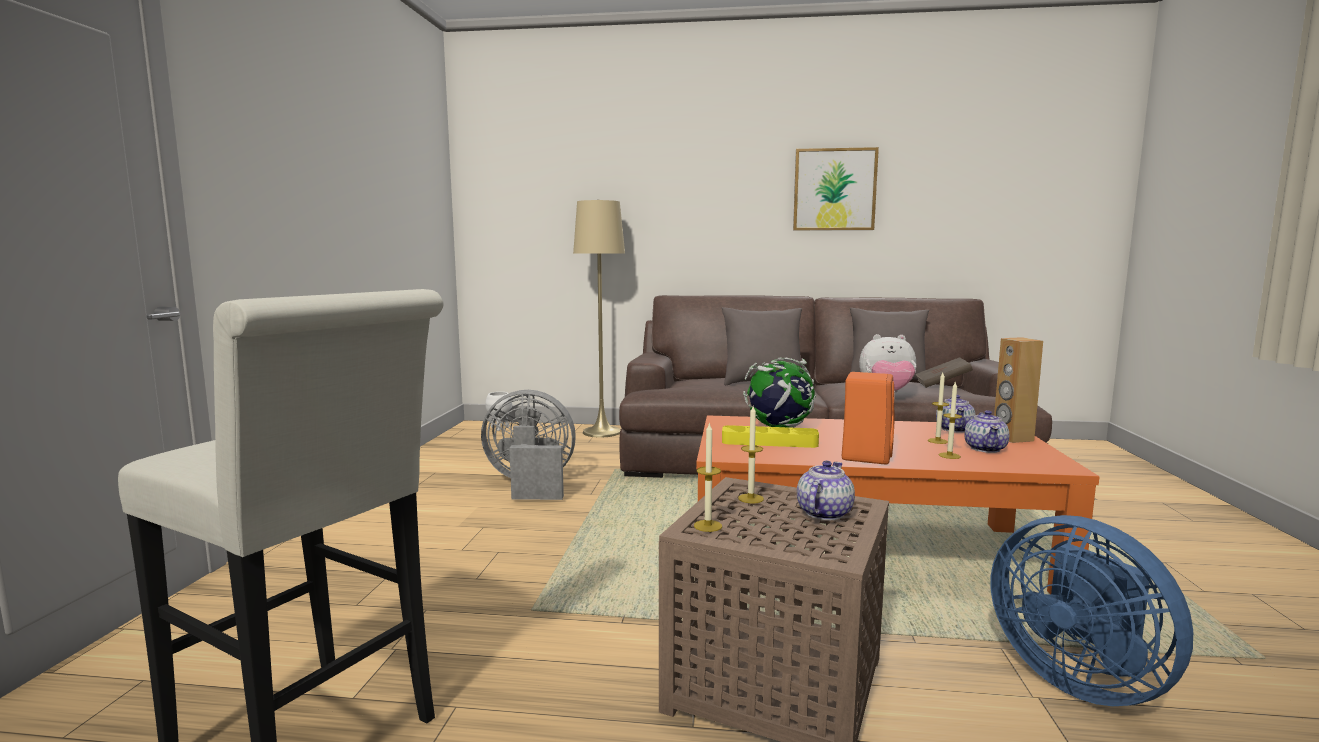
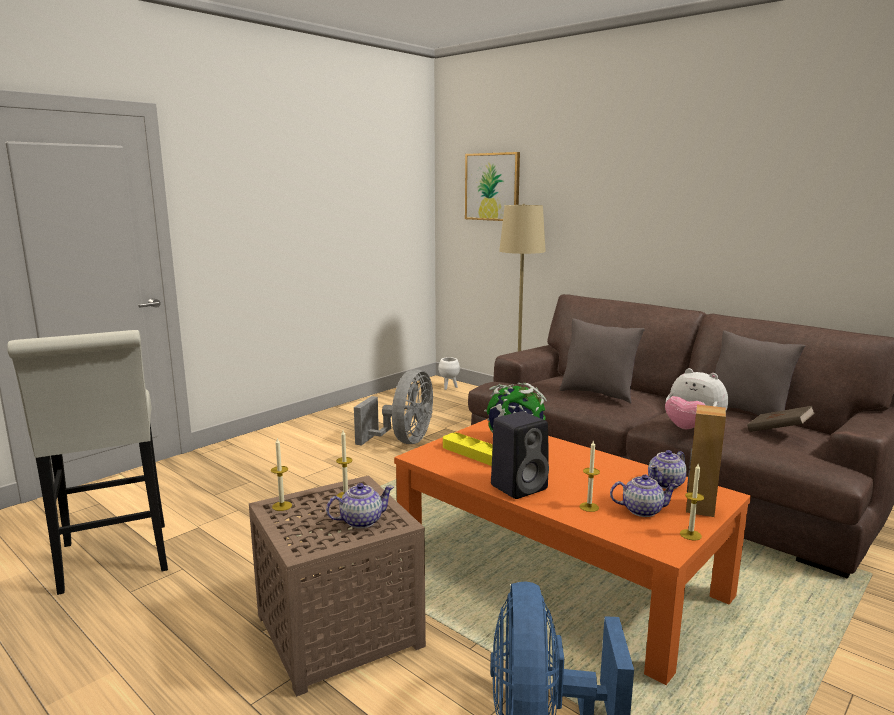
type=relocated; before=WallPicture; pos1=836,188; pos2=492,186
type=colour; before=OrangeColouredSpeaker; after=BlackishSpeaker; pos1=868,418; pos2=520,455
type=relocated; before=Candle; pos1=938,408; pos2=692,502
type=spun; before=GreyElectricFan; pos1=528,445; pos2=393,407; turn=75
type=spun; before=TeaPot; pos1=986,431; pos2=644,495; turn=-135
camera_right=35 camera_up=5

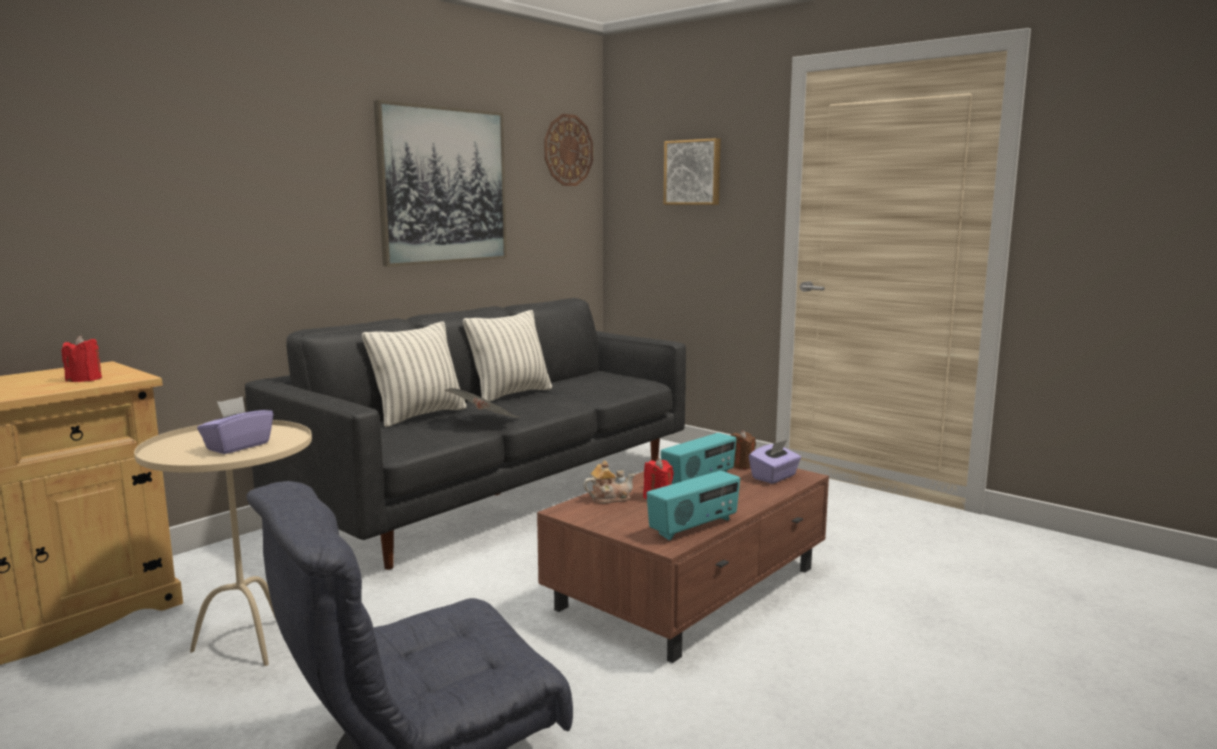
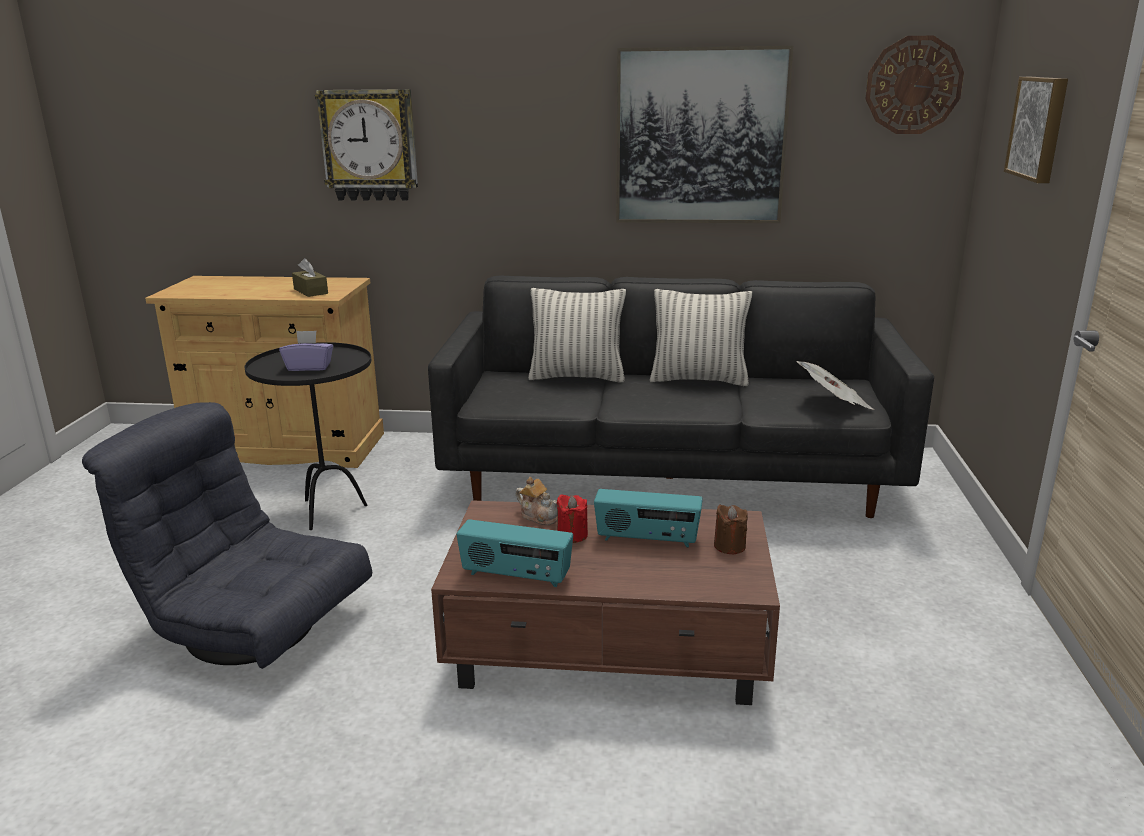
type=exchanged; before=RedCandle; after=BrownishBoxOfTissues; pos1=82,359; pos2=310,277
type=relocated; before=Newspaper; pos1=481,402; pos2=835,385
type=colour; before=BeigeColouredEndTable; after=BlackishEndTable; pos1=223,543; pos2=307,436
type=missing; before=PurpleBoxOfTissues; pos1=775,462
type=appeared; after=HangingClock; pos2=366,145
camera_right=55 camera_up=10

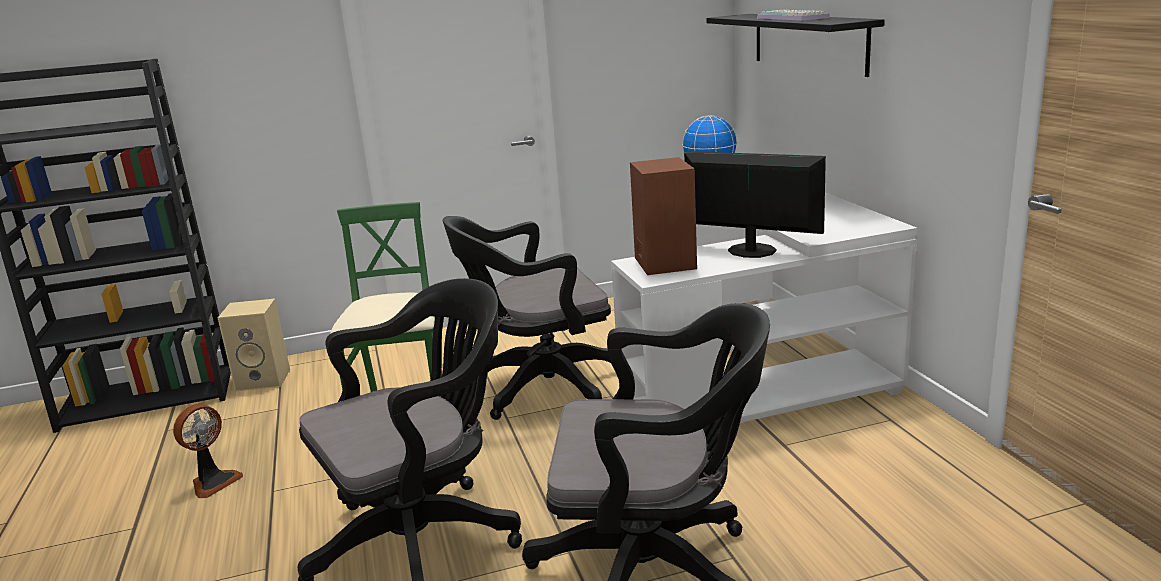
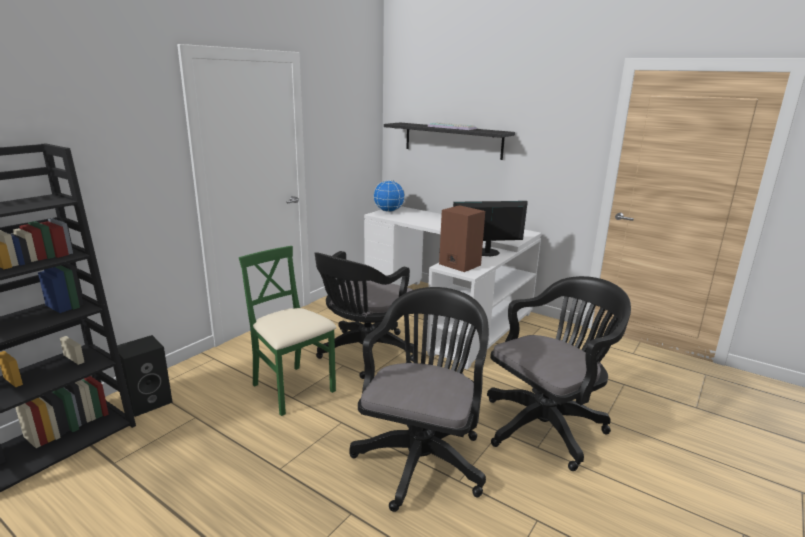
type=colour; before=BeigeColouredSpeaker; after=BlackishSpeaker; pos1=254,345; pos2=145,376
type=missing; before=ElectricFan; pos1=208,451
camera_right=-40 camera_up=0

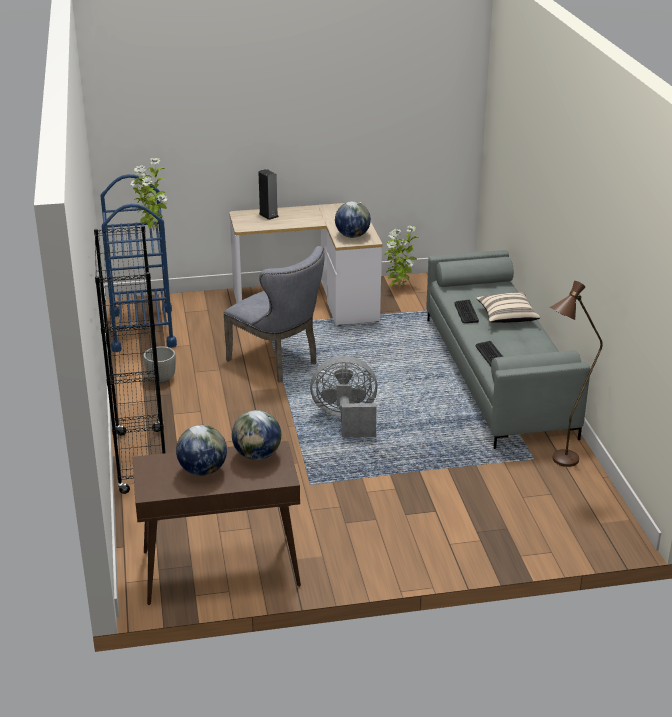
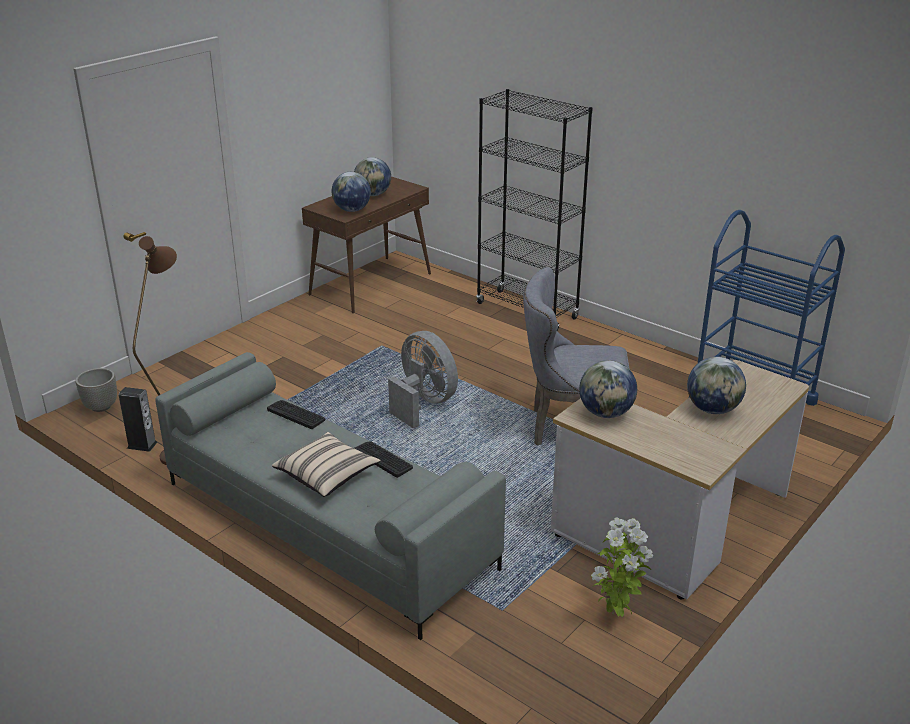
type=missing; before=PottedPlant; pos1=148,194
type=relocated; before=Speaker; pos1=268,194; pos2=138,419
type=relocated; before=GreyFlowerPot; pos1=159,364; pos2=96,390
type=spun; before=GreyElectricFan; pos1=344,396; pos2=423,380; turn=-90
type=appeared; after=DeskGlobe; pos2=716,385
camera_right=140 camera_up=0

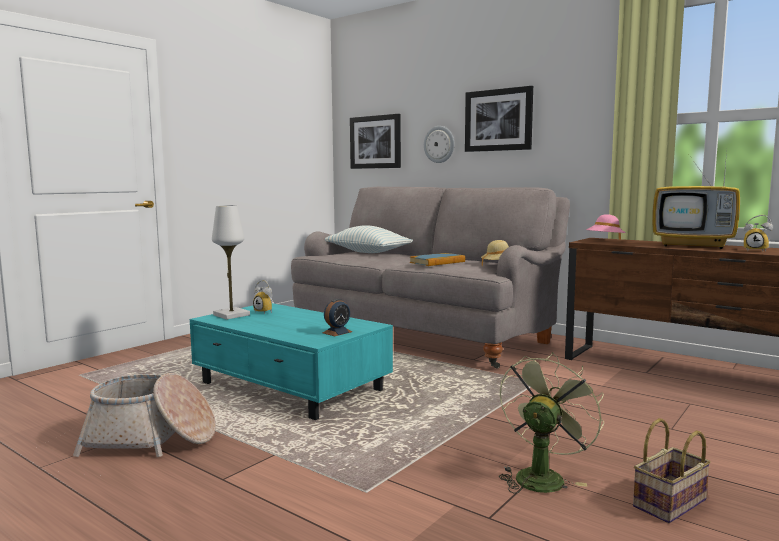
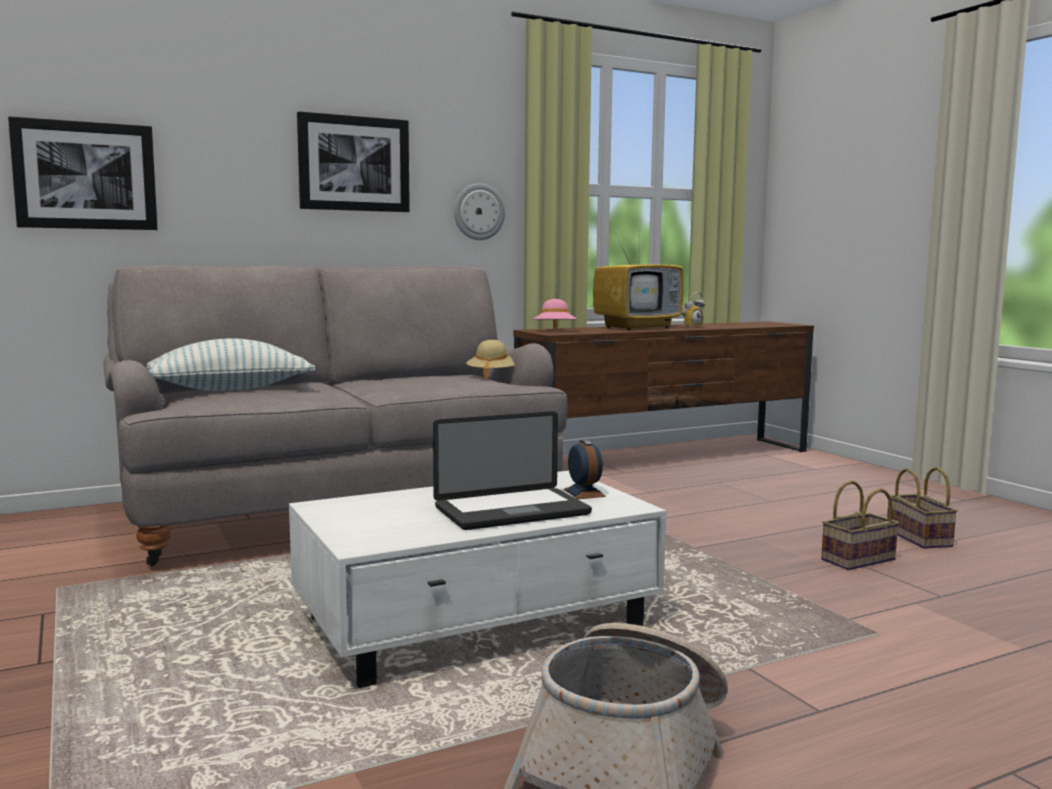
type=relocated; before=HangingClock; pos1=439,144; pos2=479,211
type=missing; before=WhiteColouredLampForATable; pos1=231,262
type=missing; before=Volume; pos1=437,259
type=missing; before=AlarmClock; pos1=263,297
type=colour; before=TurquoiseLoungeTable; after=WhiteColouredLoungeTable; pos1=291,361; pos2=477,579
type=exchanged; before=GreenElectricFan; after=StorageBasket; pos1=551,423; pos2=860,525
type=appeared; after=NotebookComputer; pos2=512,470
camera_right=-65 camera_up=0

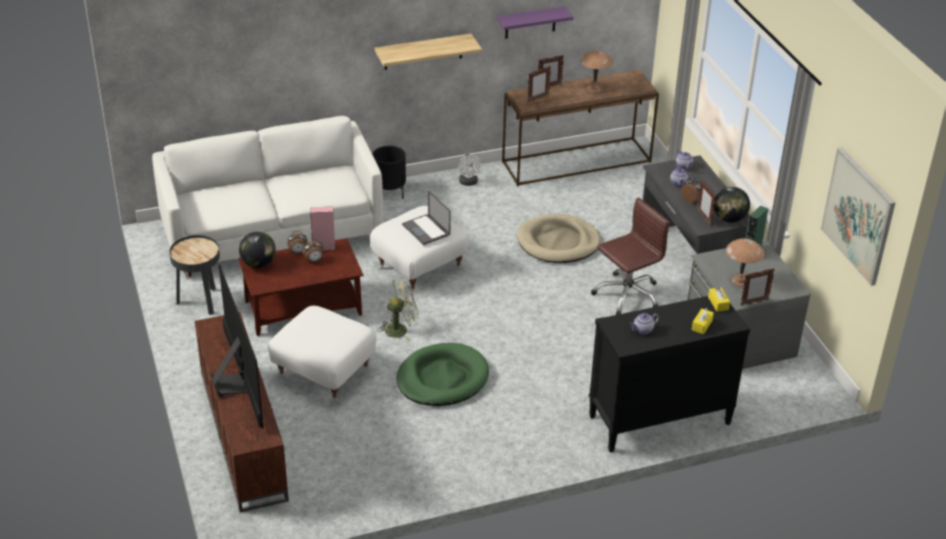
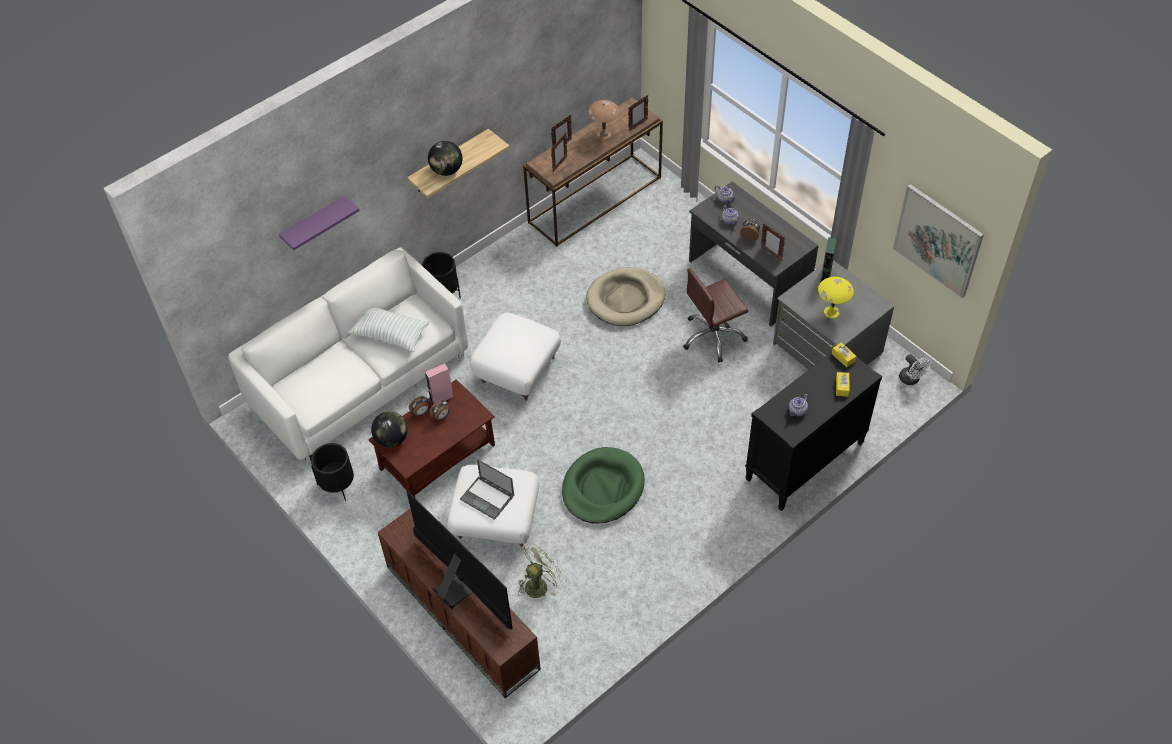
type=relocated; before=PurpleBracketShelf; pos1=535,23; pos2=319,223
type=relocated; before=WhiteColouredElectricFan; pos1=470,170; pos2=915,369
type=relocated; before=DeskGlobe; pos1=732,205; pos2=445,158
type=relocated; before=NotebookComputer; pos1=426,218; pos2=487,489
type=spun; before=BrownishComputerChair; pos1=630,256; pos2=715,315; turn=-150
type=exchanged; before=BlackishEndTable; after=BlackishFlowerPot; pos1=194,275; pos2=332,472
type=colour; before=BrownishLampForATable; after=YellowishLampForATable; pos1=745,262; pos2=836,298
type=relocated; before=PictureFrame; pos1=758,286; pos2=638,113
type=relocated; before=GreenElectricFan; pos1=398,309; pos2=541,570
type=appeared; after=ThrowPillow; pos2=389,330
camera_right=-20 camera_up=15

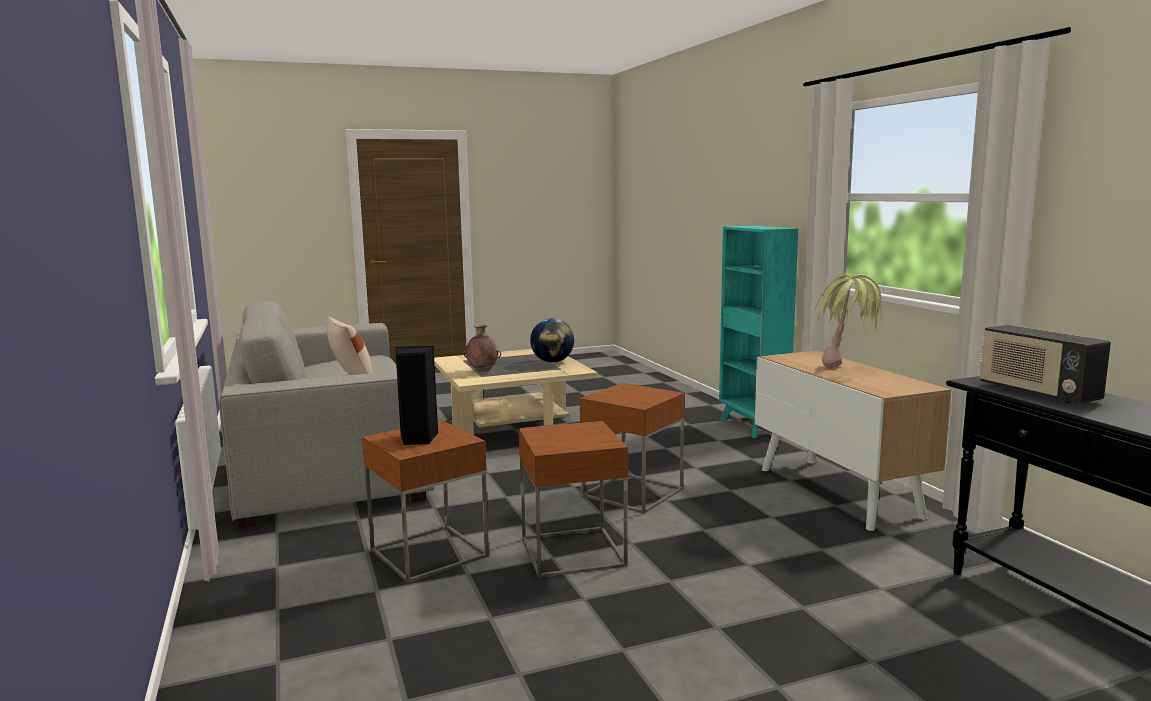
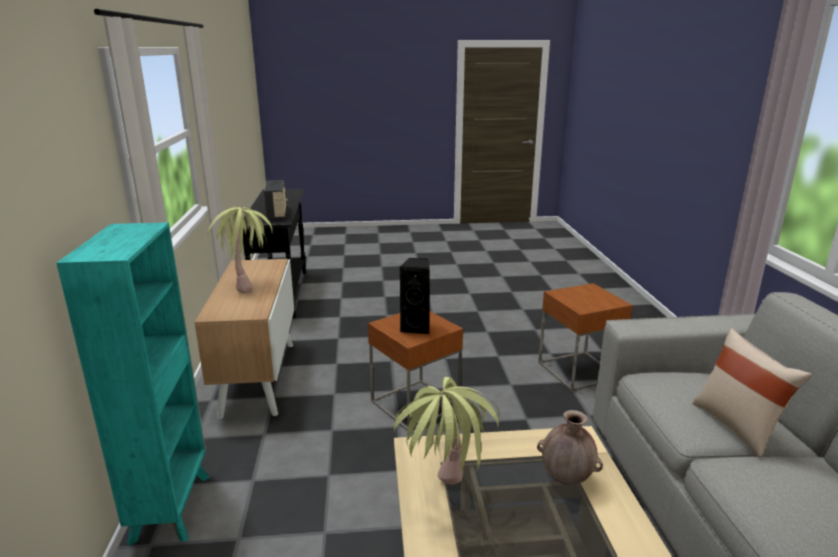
type=exchanged; before=DeskGlobe; after=PottedPlant; pos1=552,340; pos2=447,430
type=relocated; before=BlackishSpeaker; pos1=417,395; pos2=414,296
type=missing; before=BrownishEndTable; pos1=573,499
camera_right=-165 camera_up=10

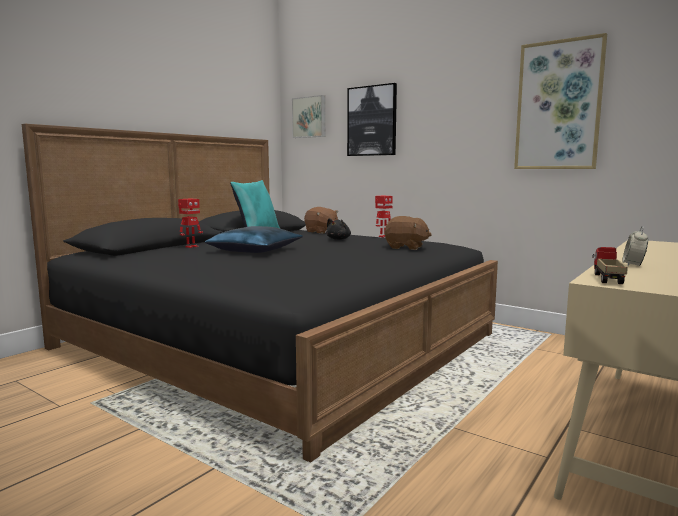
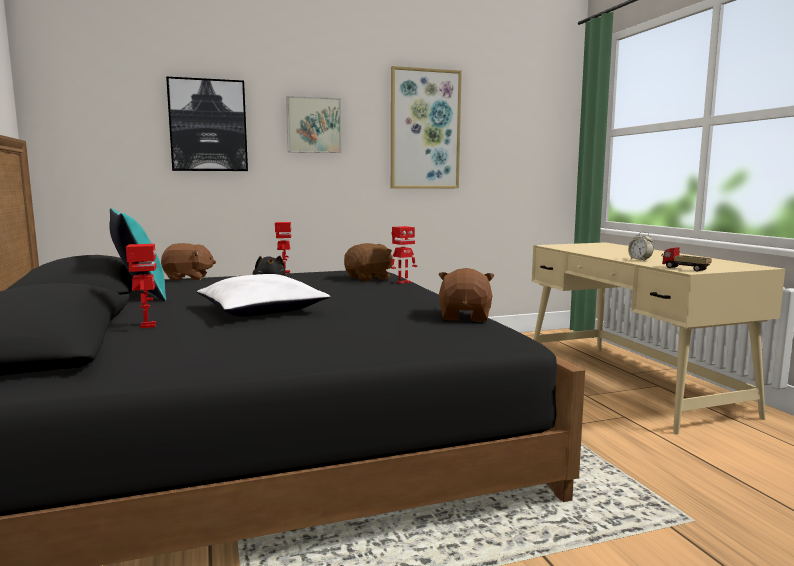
type=relocated; before=WallPicture; pos1=308,116; pos2=314,124
type=colour; before=BlueColouredThrowPillow; after=WhiteColouredThrowPillow; pos1=254,239; pos2=263,295
type=appeared; after=ModelRobot; pos2=404,255
type=appeared; after=BrownishSoftToy; pos2=466,295
camera_right=-55 camera_up=0

